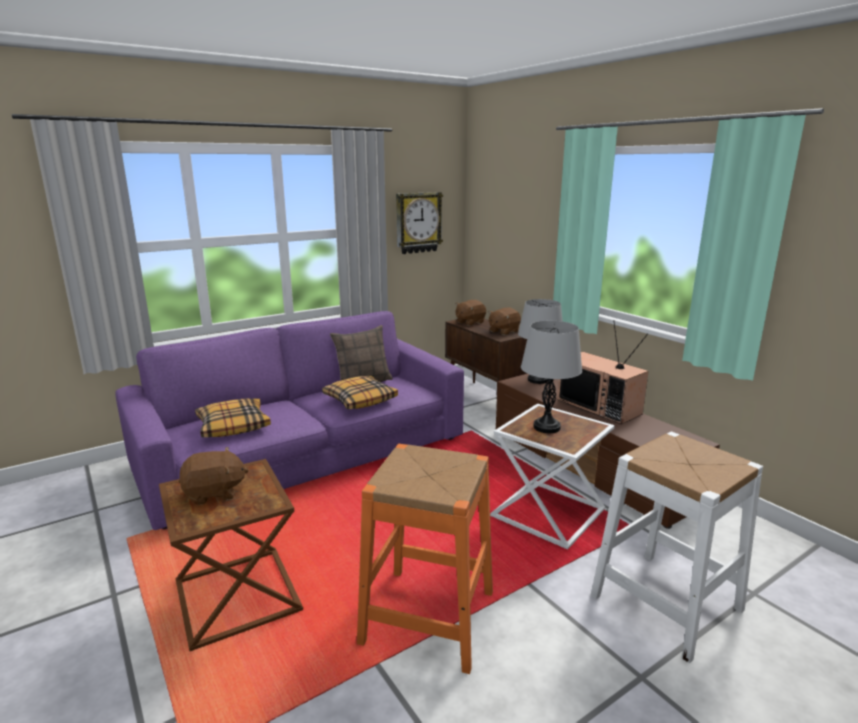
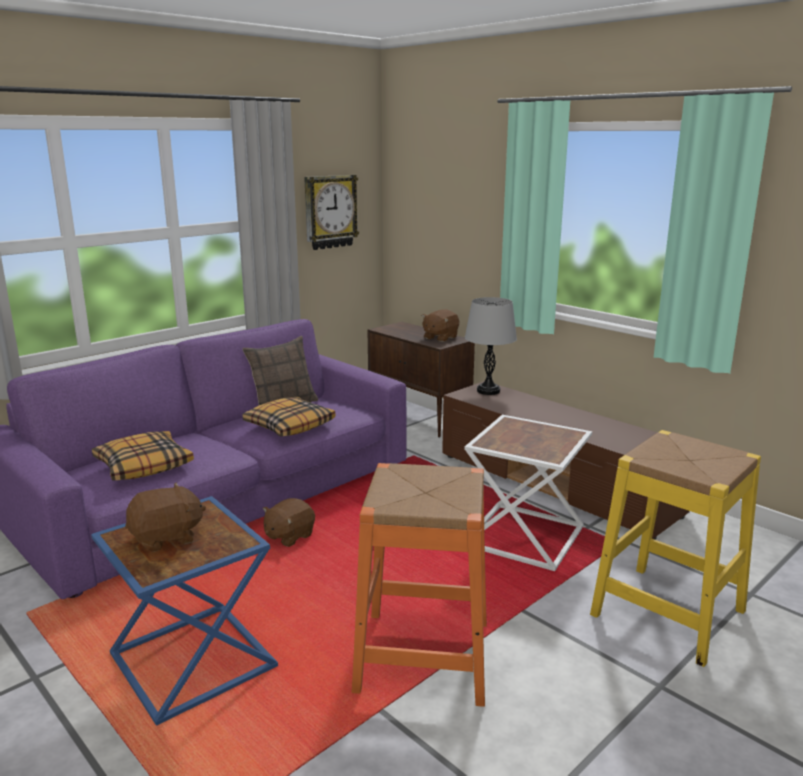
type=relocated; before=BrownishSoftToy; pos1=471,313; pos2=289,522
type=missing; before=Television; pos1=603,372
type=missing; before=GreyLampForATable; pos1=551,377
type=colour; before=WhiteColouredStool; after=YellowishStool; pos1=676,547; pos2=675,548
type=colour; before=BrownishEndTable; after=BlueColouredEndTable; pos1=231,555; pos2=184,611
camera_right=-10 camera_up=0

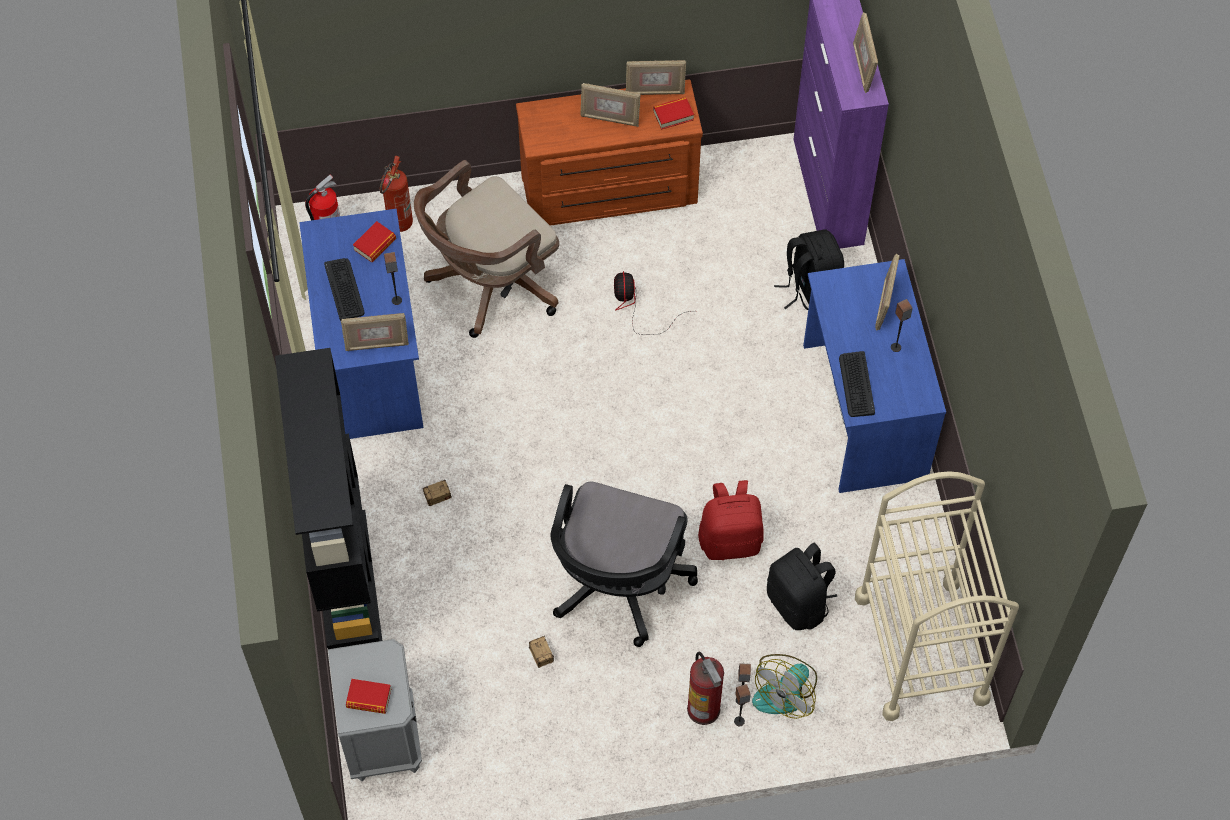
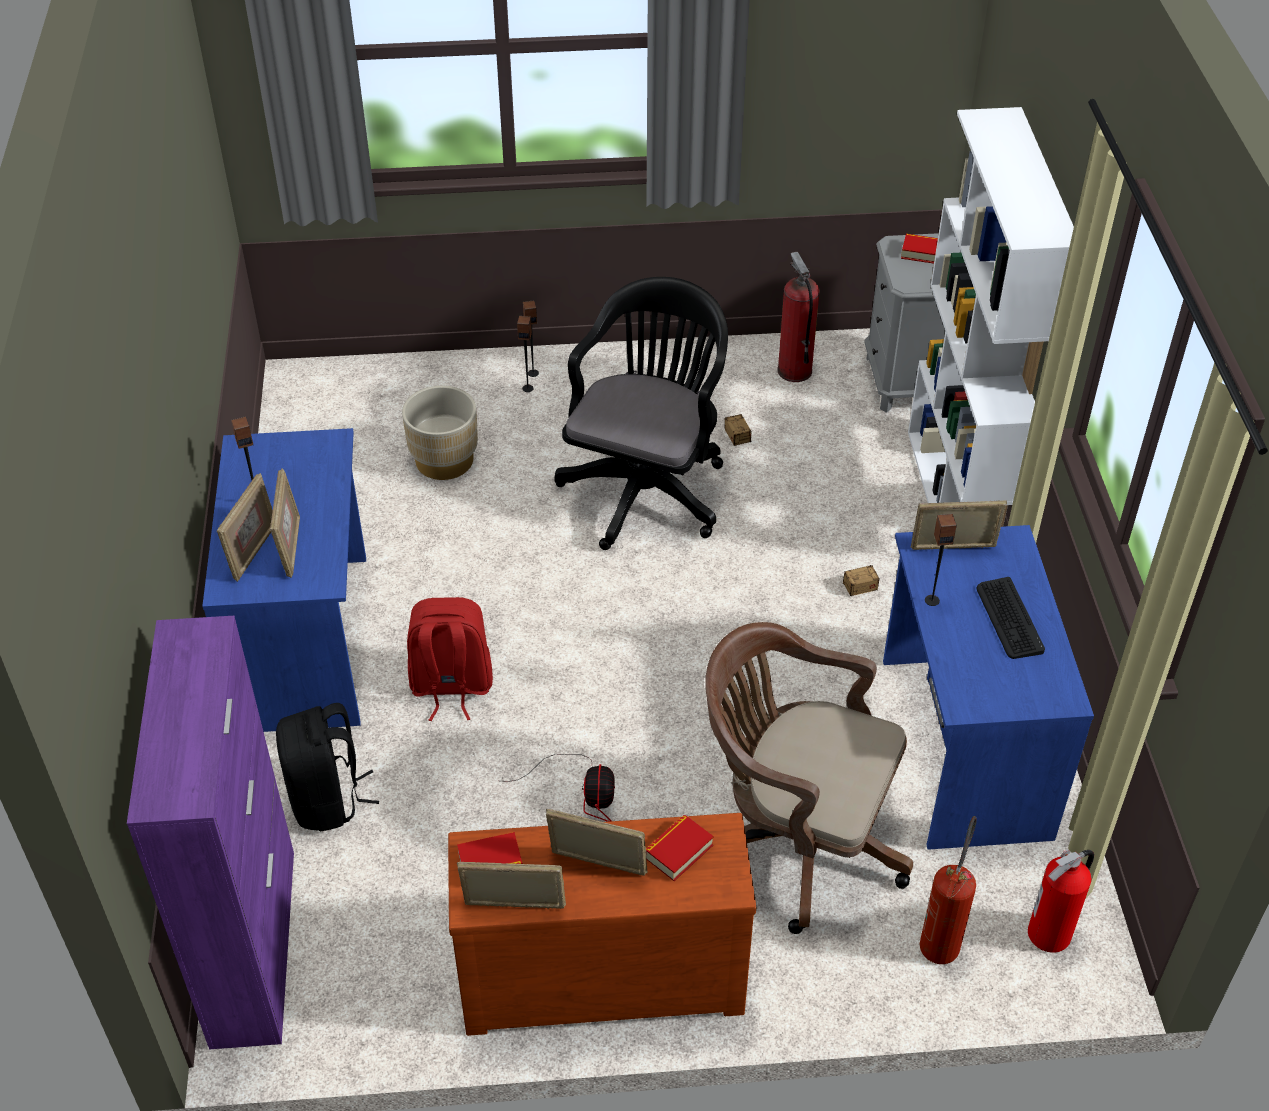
type=relocated; before=PictureFrame; pos1=865,52; pos2=285,523
type=spun; before=BrownishComputerChair; pos1=486,249; pos2=809,778; turn=-120
type=relocated; before=Volume; pos1=374,241; pos2=680,848
type=colour; before=BlackishBookcase; after=WhiteColouredBookcase; pos1=328,498; pos2=991,317
type=missing; before=PcKeyboard; pos1=857,384
type=missing; before=BeigeColouredTrolley; pos1=937,596
type=relocated; before=RedBackpack; pos1=731,520; pos2=450,659
type=exchanged; before=BlackishBackpack; after=BeigeColouredFlowerPot; pos1=802,586; pos2=440,433
type=relocated; before=Extinguisher; pos1=705,688; pos2=798,317
type=missing; before=ElectricFan; pos1=784,686
camera_right=-175 camera_up=-15

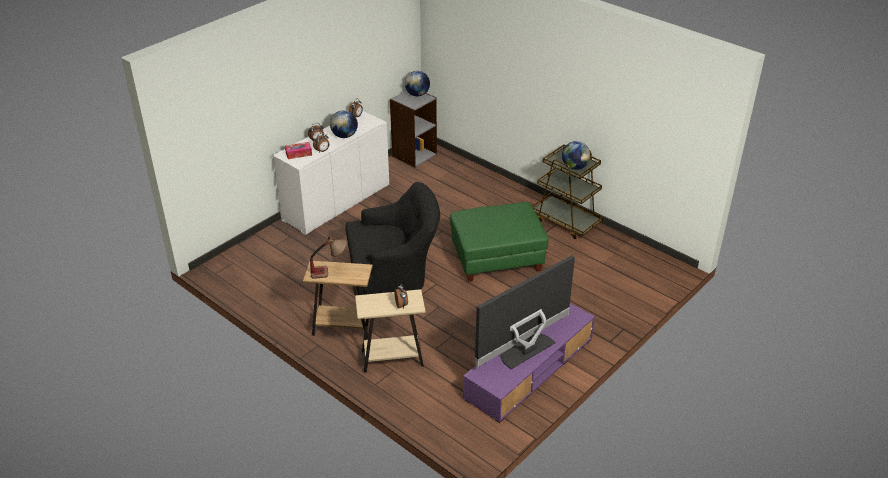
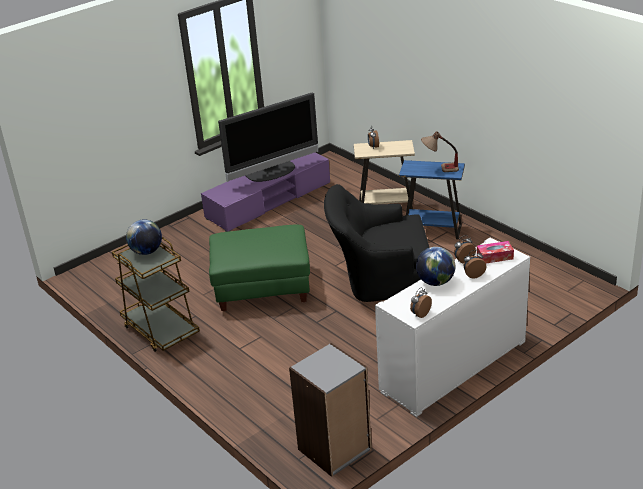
type=missing; before=DeskGlobe; pos1=417,83
type=colour; before=BrownishEndTable; after=BlueColouredEndTable; pos1=338,300; pos2=432,199
camera_right=-170 camera_up=-5

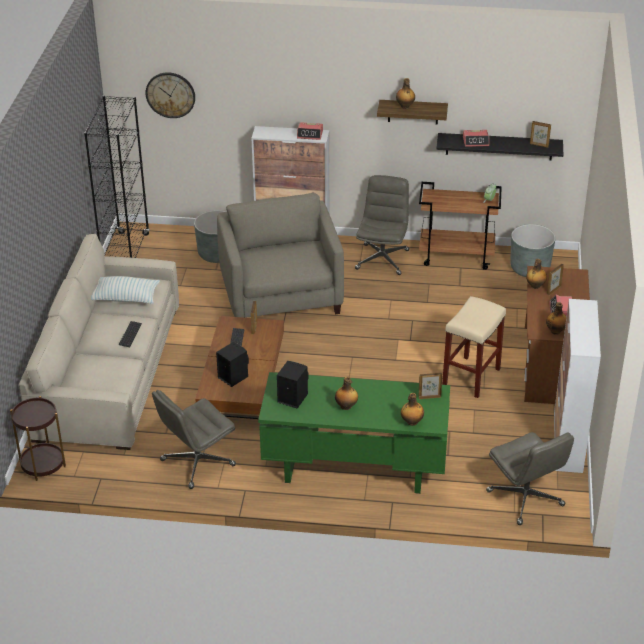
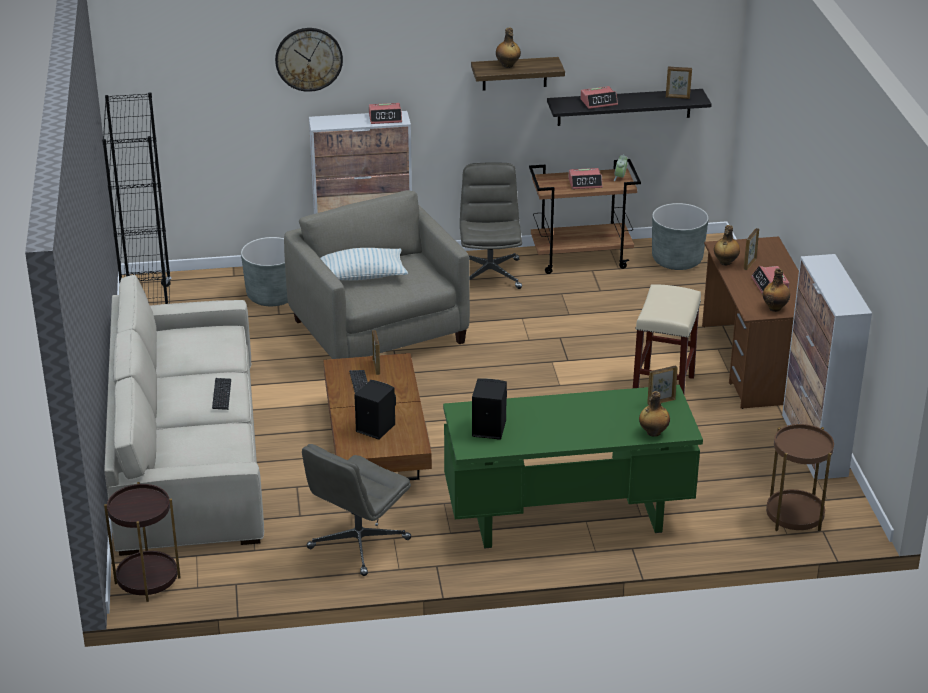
type=relocated; before=HangingClock; pos1=170,95; pos2=309,60
type=relocated; before=ThrowPillow; pos1=125,290; pos2=364,264
type=missing; before=Bottle; pos1=346,393
type=exchanged; before=GreyComputerChair; after=BrownishEndTable; pos1=530,478; pos2=800,477
type=appeared; after=AlarmClock; pos2=585,178
camera_right=-15 camera_up=-5

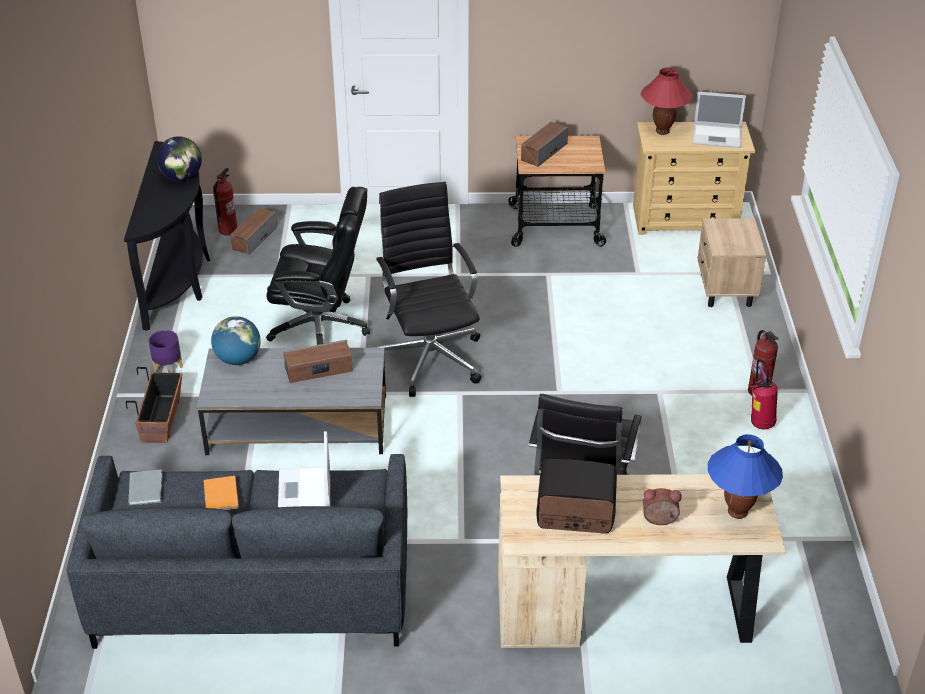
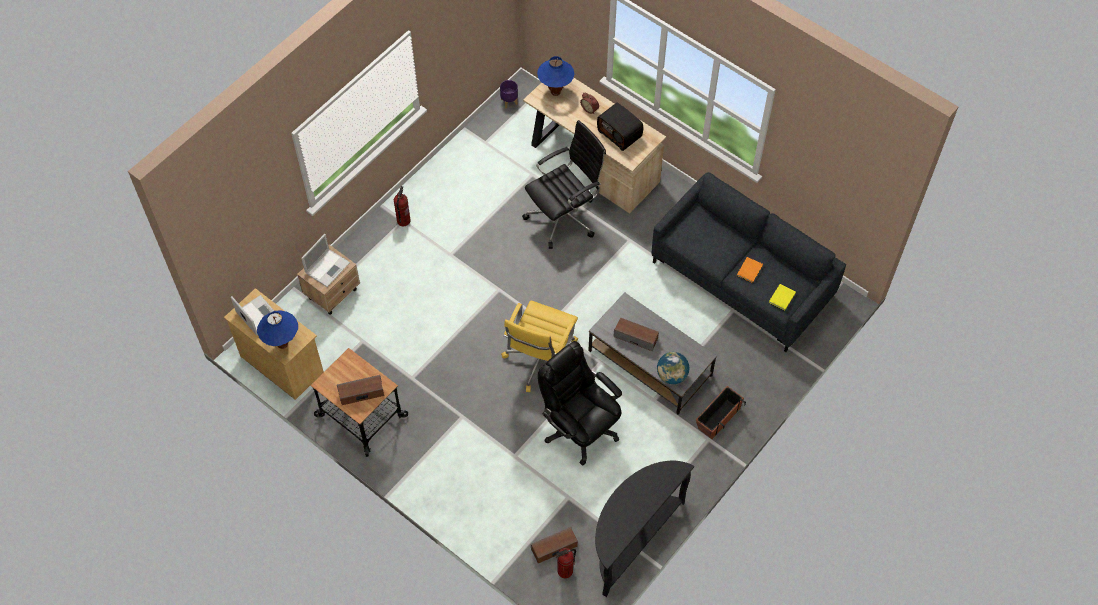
type=colour; before=RedLampForATable; after=BlueColouredLampForATable; pos1=666,101; pos2=277,329
type=missing; before=DeskGlobe; pos1=179,158
type=colour; before=BlackishComputerChair; after=YellowishComputerChair; pos1=428,289; pos2=539,346
type=relocated; before=PurpleFlowerPot; pos1=165,351; pos2=509,94
type=missing; before=Extinguisher; pos1=764,394
type=relocated; before=NotebookComputer; pos1=304,469; pos2=325,260
type=colour; before=GreyVolume; after=YellowishVolume; pos1=145,487; pos2=782,297
camera_right=-140 camera_up=20

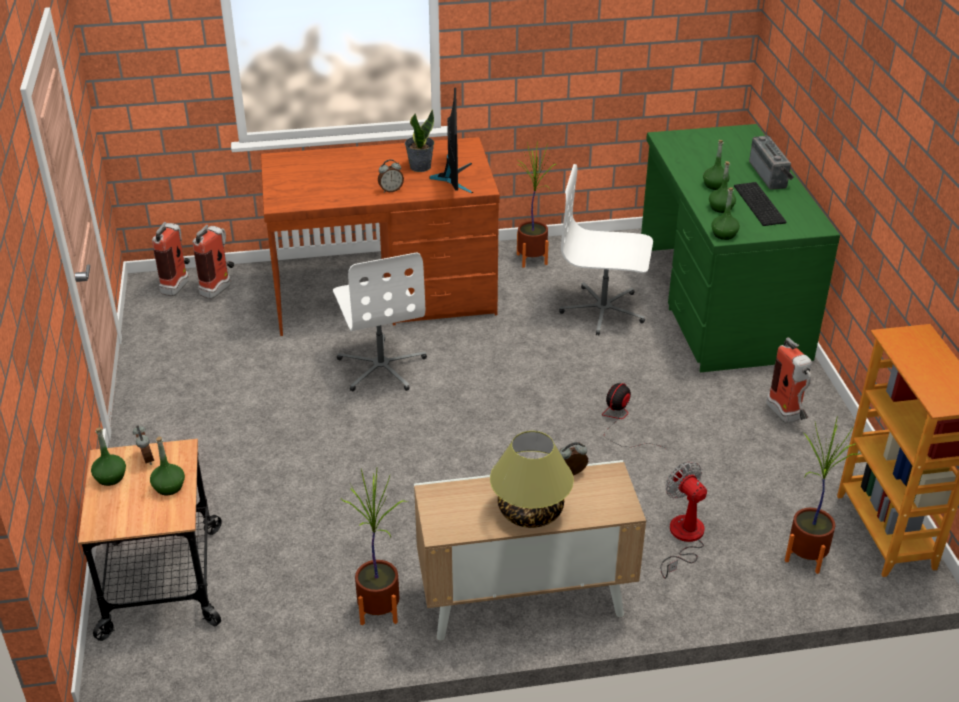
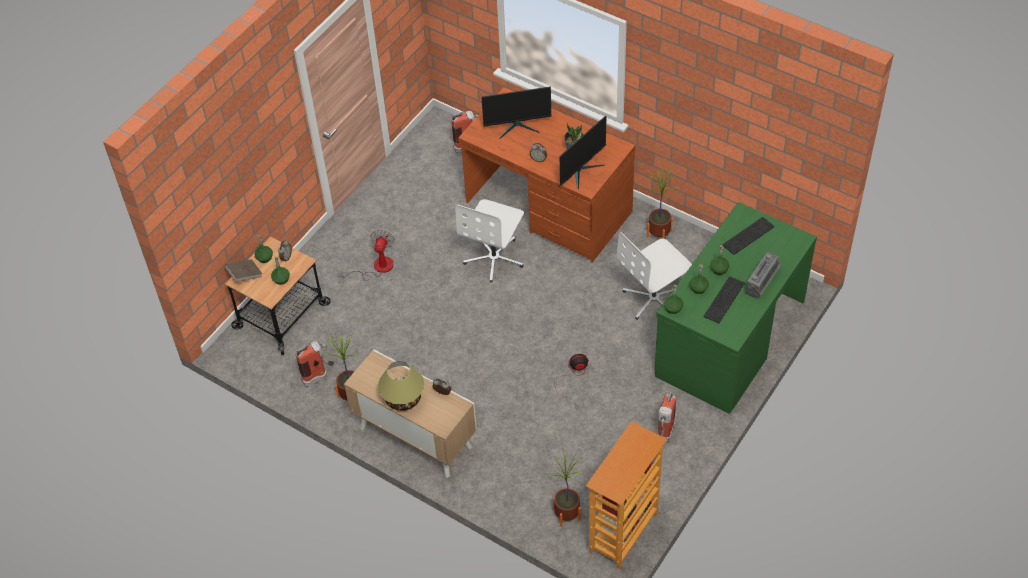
type=spun; before=WhiteColouredComputerChair; pos1=606,249; pos2=654,276; turn=-90
type=relocated; before=Extinguisher; pos1=171,259; pos2=314,364
type=relocated; before=ElectricFan; pos1=683,520; pos2=366,255
type=appeared; after=ComputerScreen; pos2=516,113
type=appeared; after=PcKeyboard; pos2=748,236
type=appeared; after=BrownishVolume; pos2=244,270
camera_right=45 camera_up=15

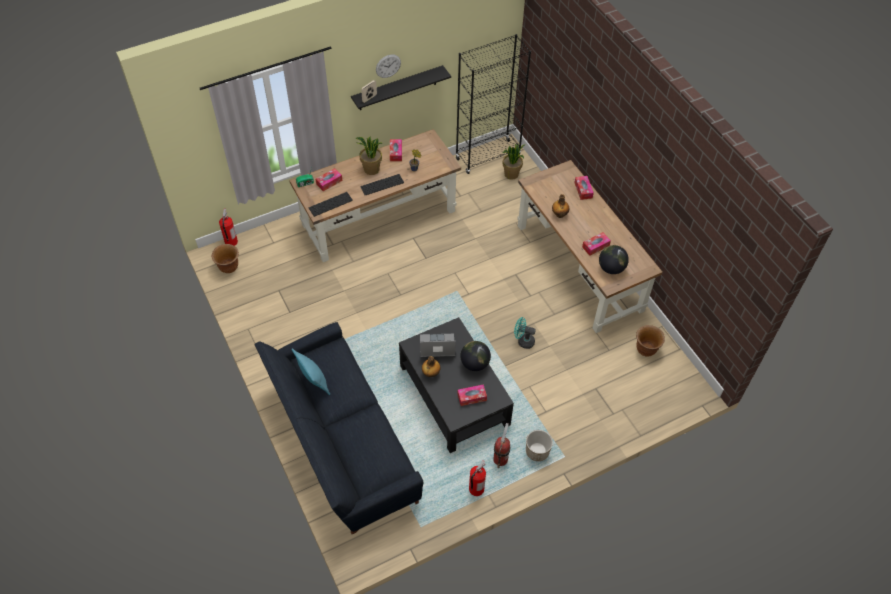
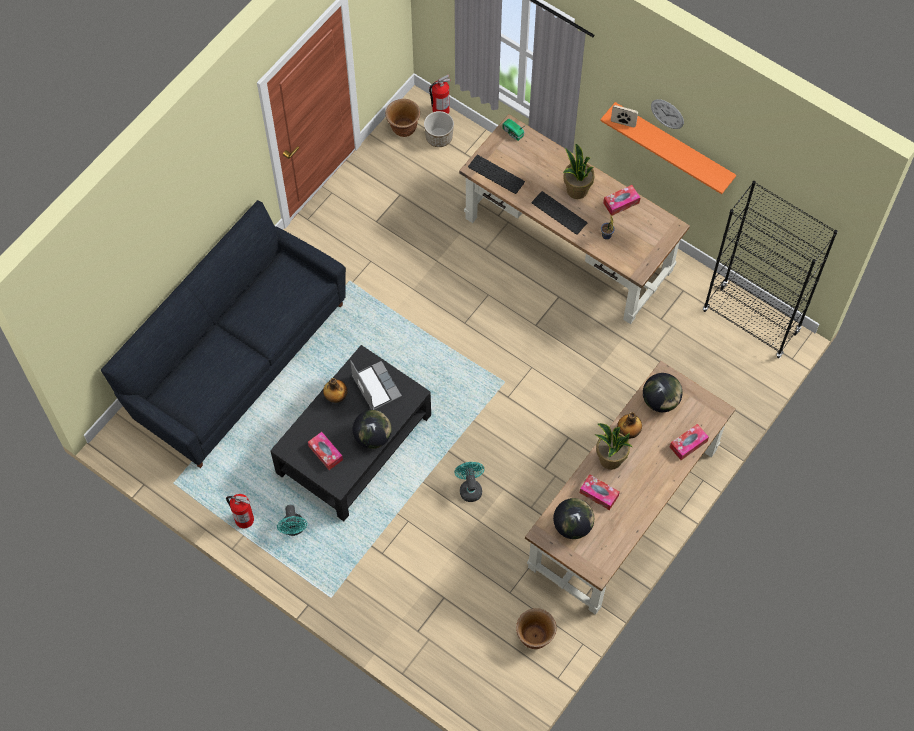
type=colour; before=BlackishBracketShelf; after=OrangeColouredBracketShelf; pos1=401,87; pos2=668,148
type=relocated; before=PottedPlant; pos1=513,162; pos2=613,446
type=missing; before=BoxOfTissues; pos1=329,179
type=missing; before=TurquoiseThrowPillow; pos1=311,371
type=exchanged; before=Extinguisher; after=TurquoiseElectricFan; pos1=501,445; pos2=292,520
type=relocated; before=FlowerPot; pos1=539,445; pos2=439,129
type=appeared; after=DeskGlobe; pos2=662,392
camera_right=65 camera_up=10

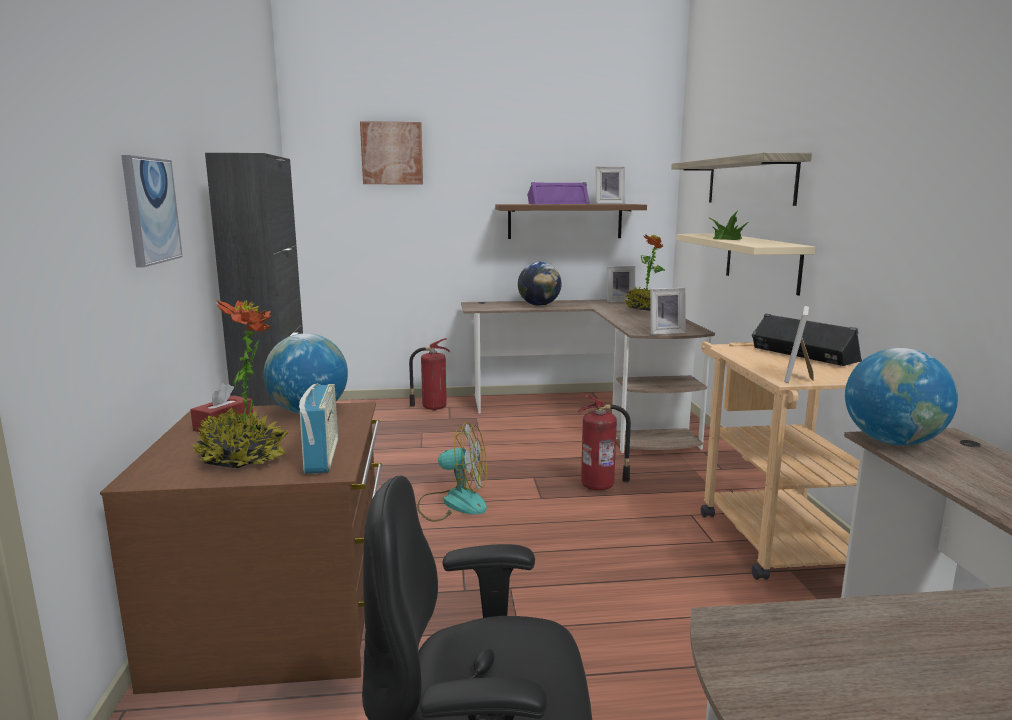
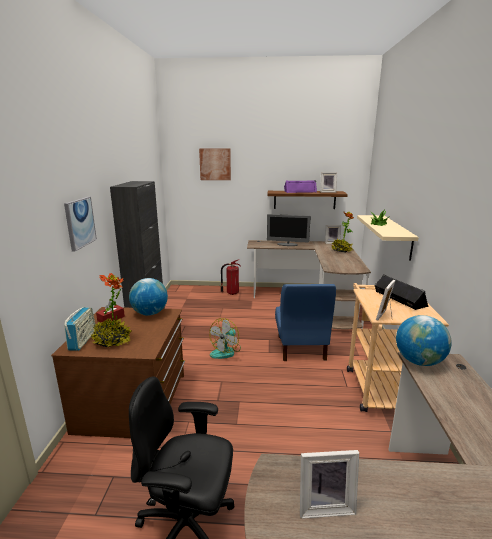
type=missing; before=BracketShelf; pos1=741,179
type=exchanged; before=DeskGlobe; after=ComputerScreen; pos1=540,284; pos2=289,230
type=relocated; before=PictureFrame; pos1=668,311; pos2=329,484
type=relocated; before=Radio; pos1=318,428; pos2=79,329
type=exchanged; before=Extinguisher; after=BlueColouredChair; pos1=604,442; pos2=305,322
type=spun; before=ElectricFan; pos1=452,472; pos2=225,338; turn=105
camera_right=10 camera_up=5

